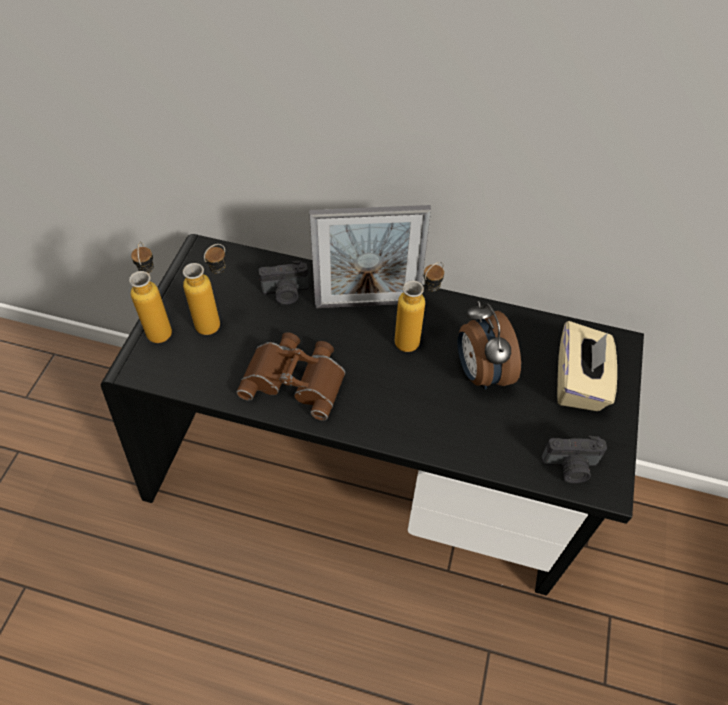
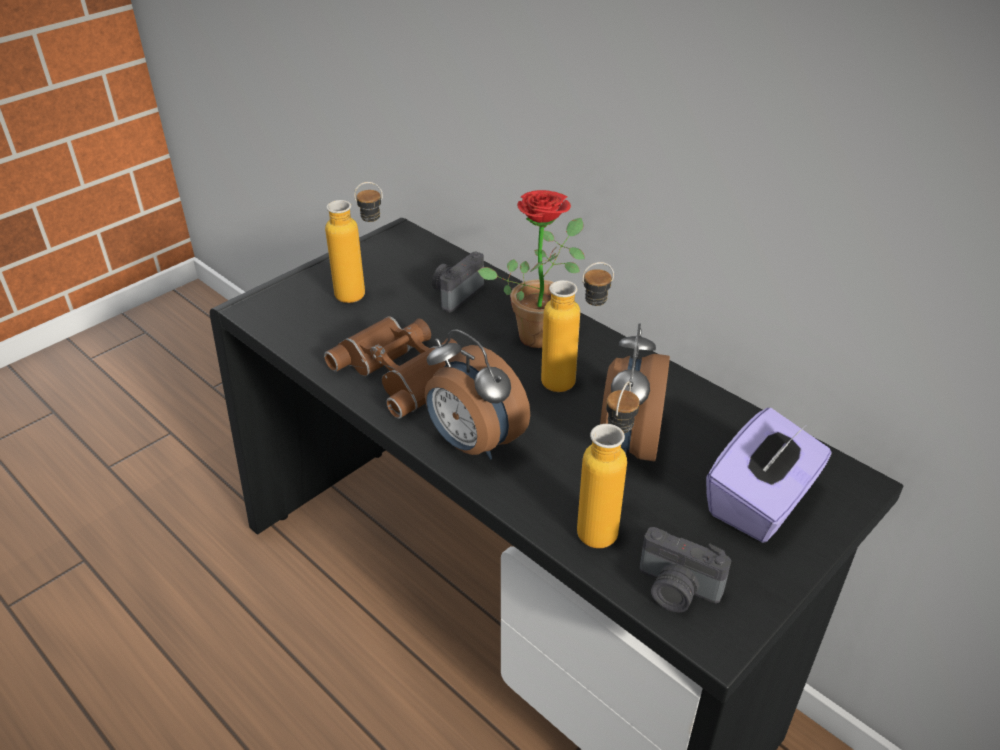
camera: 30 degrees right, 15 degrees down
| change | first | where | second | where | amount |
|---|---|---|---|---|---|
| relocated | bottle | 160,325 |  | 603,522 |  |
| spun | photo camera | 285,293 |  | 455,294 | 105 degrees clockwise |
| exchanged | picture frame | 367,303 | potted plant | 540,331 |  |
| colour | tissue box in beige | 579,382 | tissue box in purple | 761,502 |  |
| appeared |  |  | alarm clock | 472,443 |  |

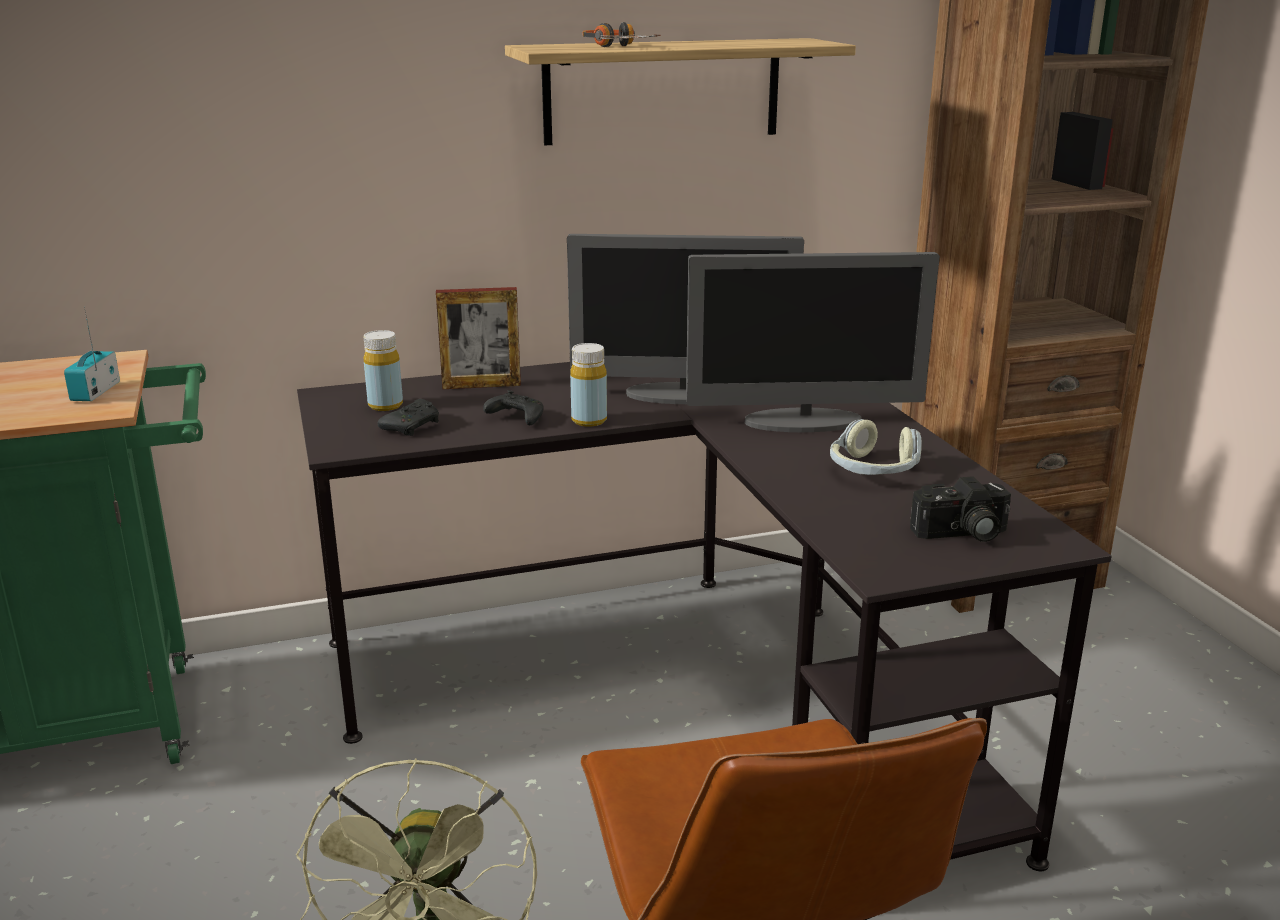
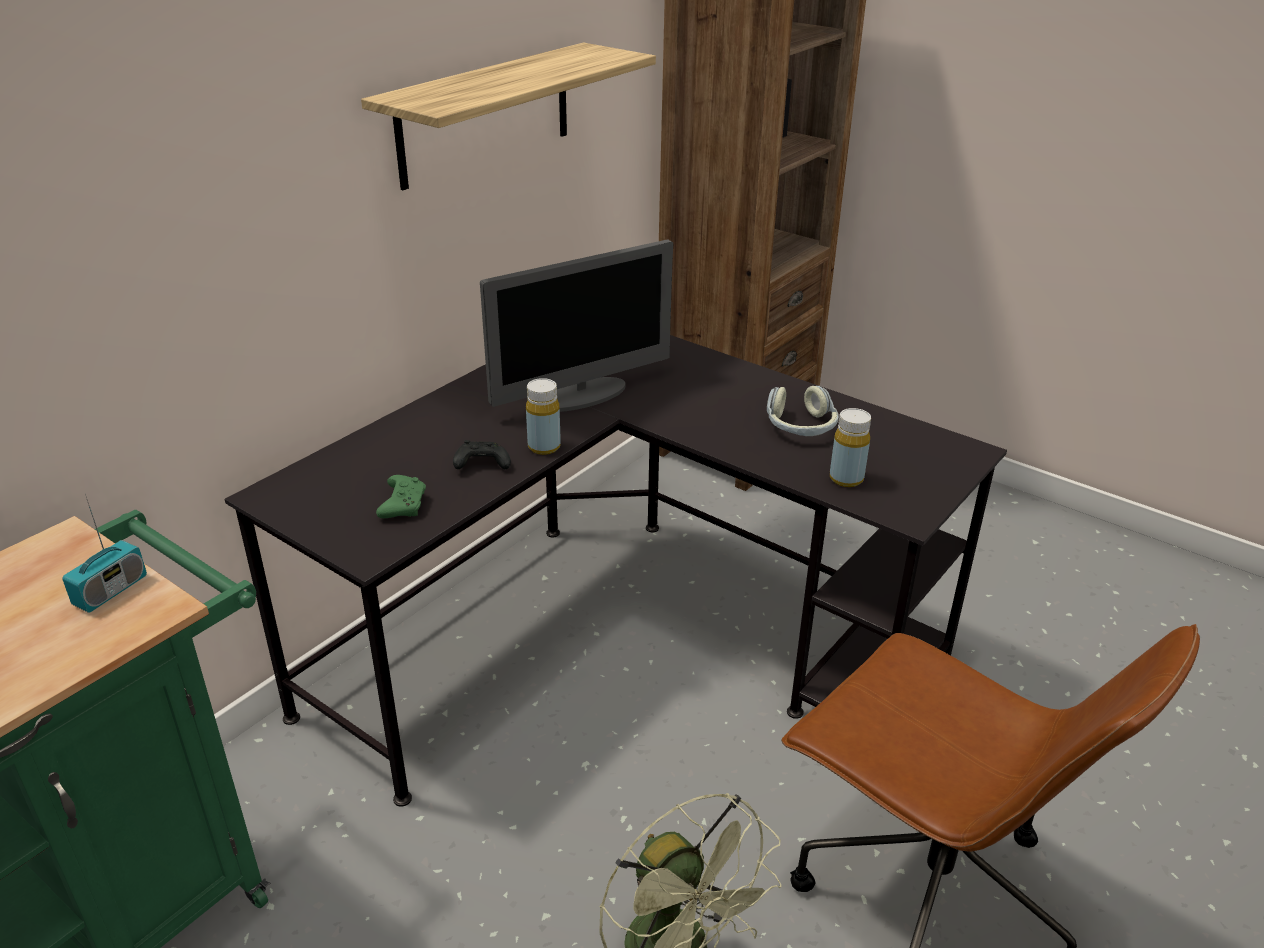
camera: 35 degrees left, 10 degrees up
| change | first | where | second | where | amount |
|---|---|---|---|---|---|
| spun | radio | 95,392 |  | 111,591 | 120 degrees counterclockwise |
| relocated | bottle in yellow | 385,405 |  | 846,479 |  |
| colour | game controller in black | 413,426 | game controller in green | 403,505 |  |
| missing | picture frame | 481,385 |  |  |  |
| missing | headphones | 617,47 |  |  |  |
| missing | monitor | 804,422 |  |  |  |
| missing | photo camera | 962,534 |  |  |  |

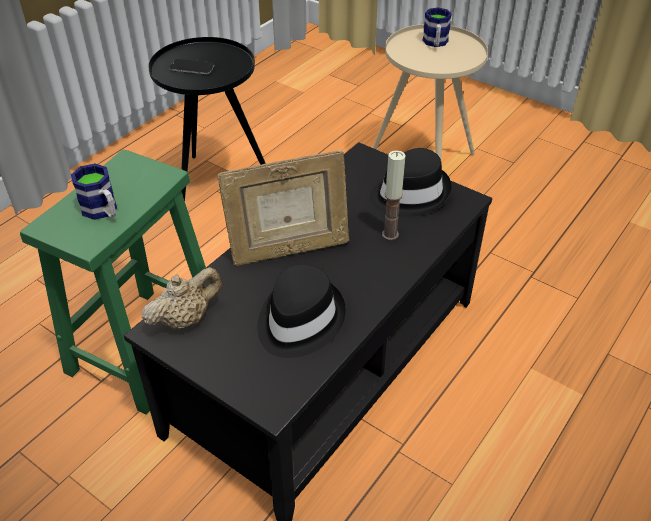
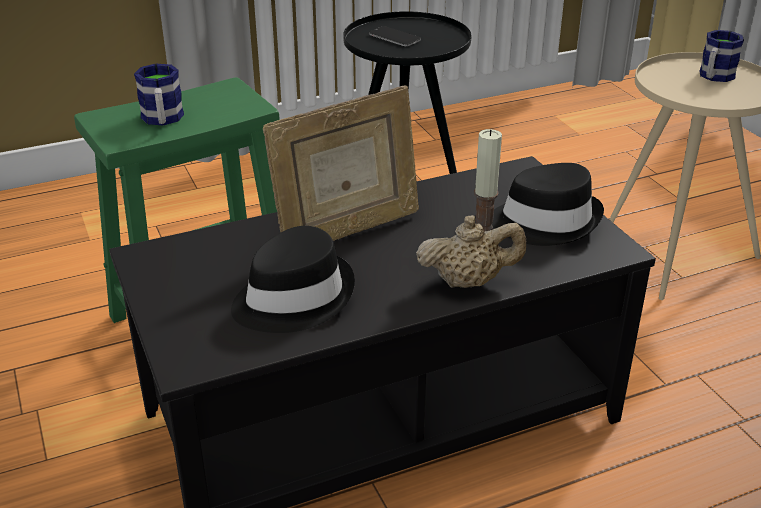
camera: 30 degrees right, 10 degrees down
| change | first | where | second | where | amount |
|---|---|---|---|---|---|
| relocated | teapot in beige | 186,318 |  | 469,282 |  |
| spun | picture frame | 288,250 |  | 347,231 | 45 degrees counterclockwise |

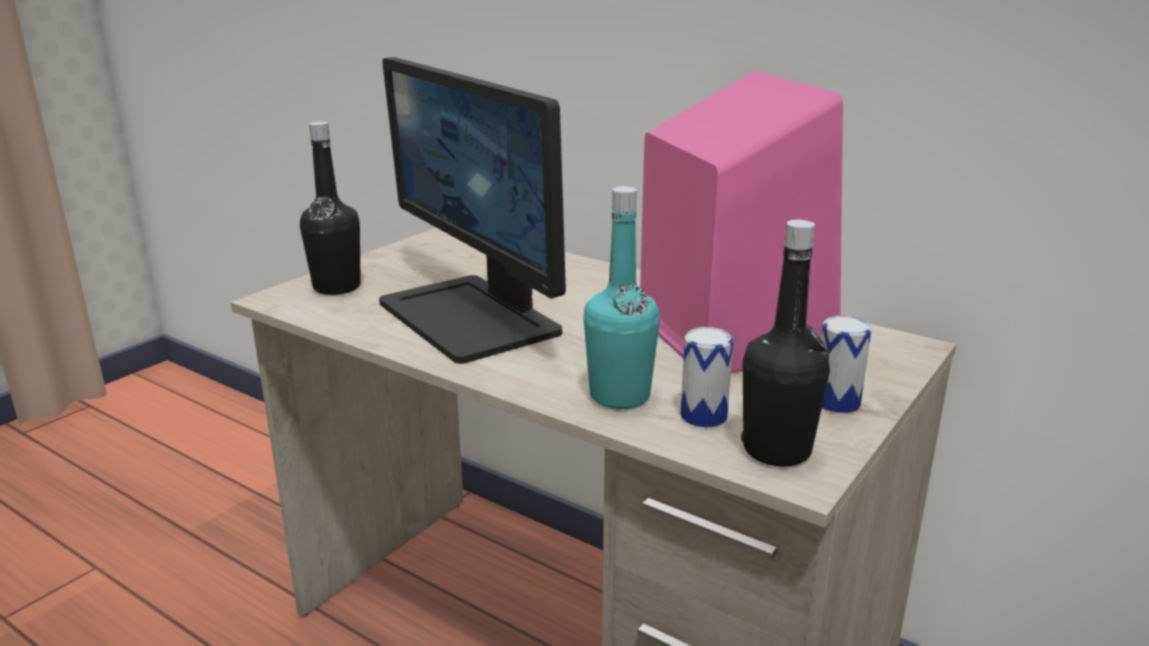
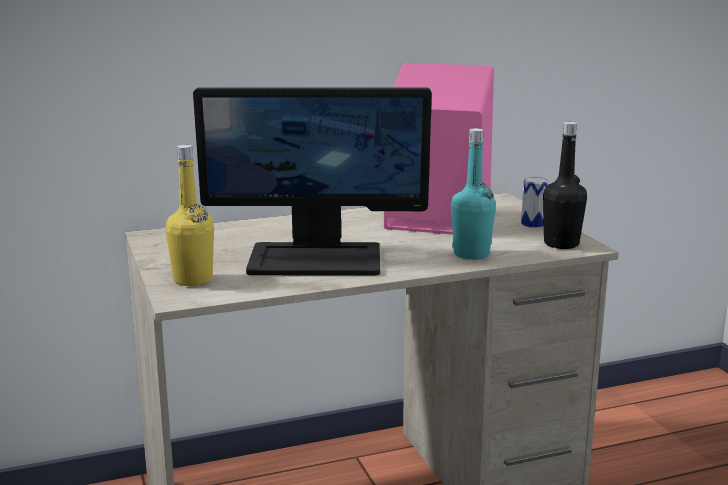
camera: 55 degrees left, 5 degrees down
| change | first | where | second | where | amount |
|---|---|---|---|---|---|
| colour | bottle in black | 337,287 | bottle in yellow | 193,280 |  |
| missing | can | 703,416 |  |  |  |

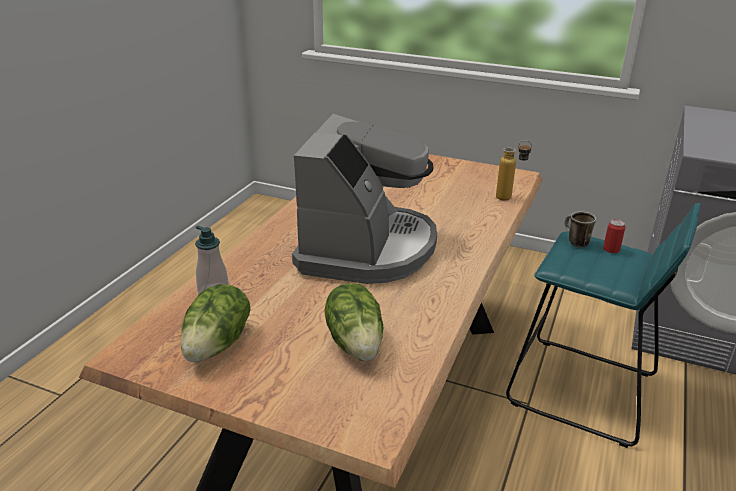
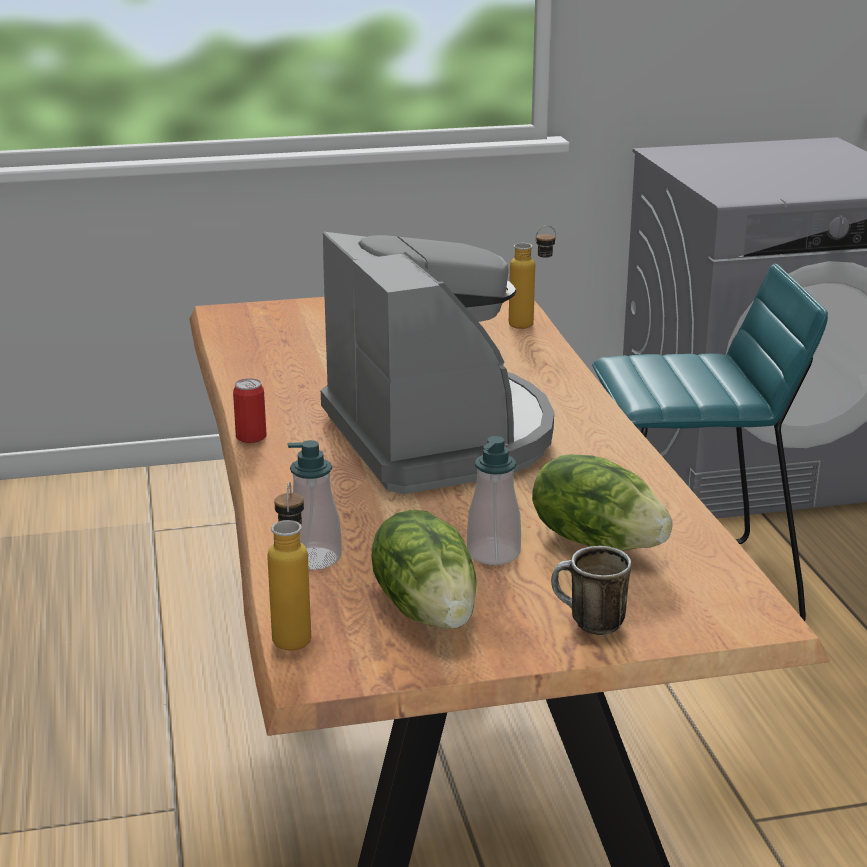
camera: 35 degrees left, 5 degrees down
| change | first | where | second | where | amount |
|---|---|---|---|---|---|
| relocated | mug | 574,242 |  | 587,624 |  |
| relocated | can | 611,249 |  | 251,437 |  |
| appeared |  |  | bottle | 293,632 |  |
| appeared |  |  | soap dispenser | 493,553 |  |

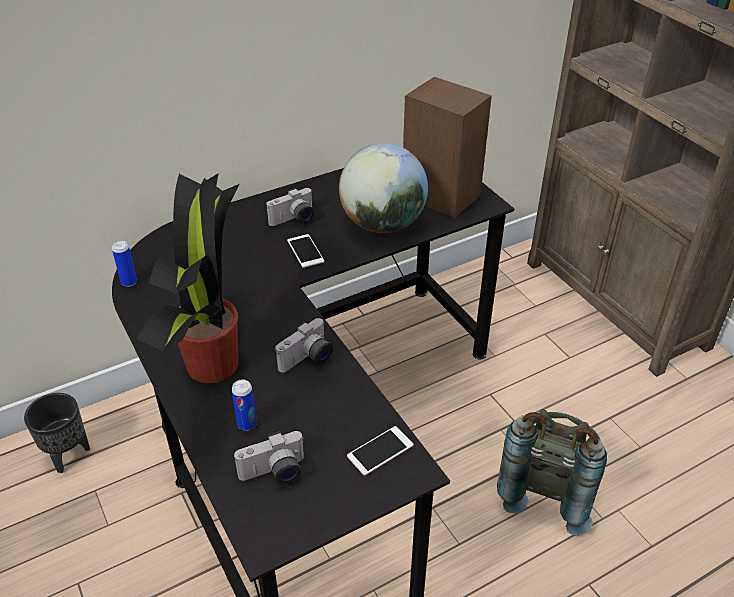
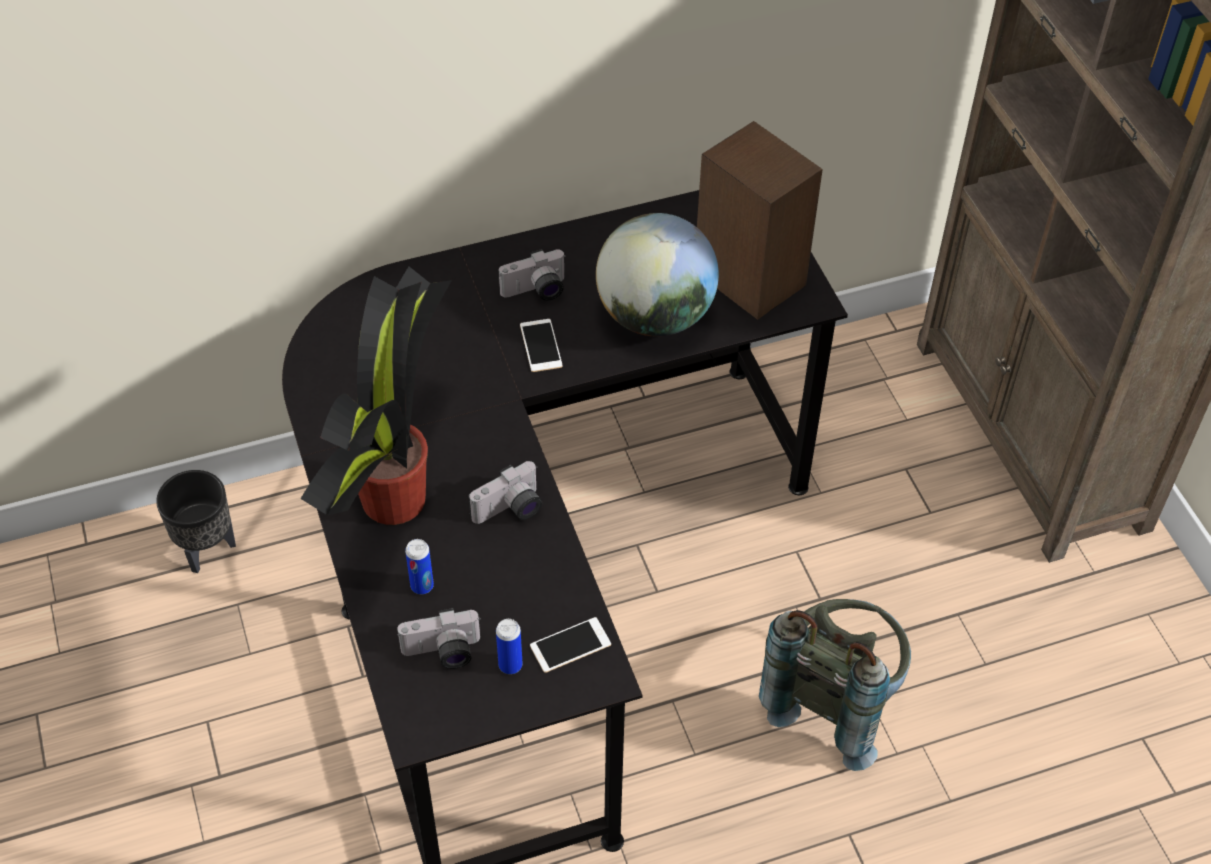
camera: 10 degrees right, 10 degrees up
| change | first | where | second | where | amount |
|---|---|---|---|---|---|
| relocated | can | 129,282 |  | 510,665 |  |

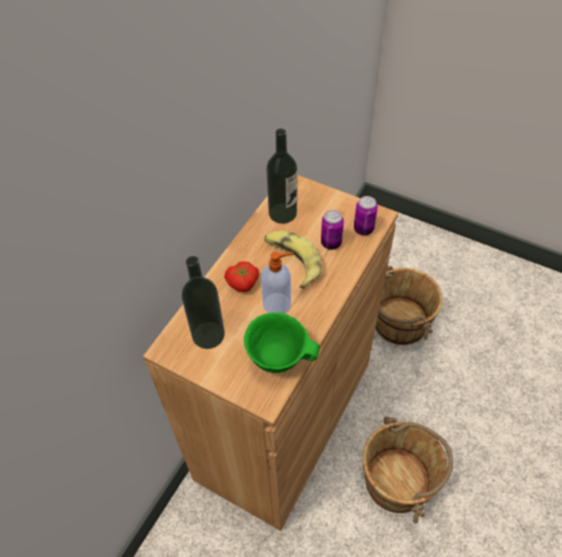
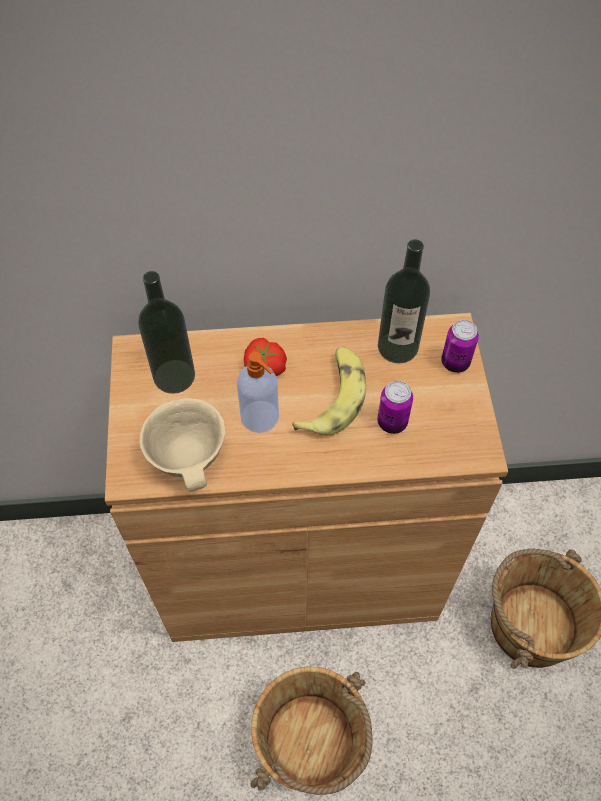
camera: 55 degrees right, 5 degrees up
| change | first | where | second | where | amount |
|---|---|---|---|---|---|
| colour | bowl in green | 278,357 | bowl in beige | 190,458 |  |
| relocated | can | 363,229 |  | 455,362 |  |

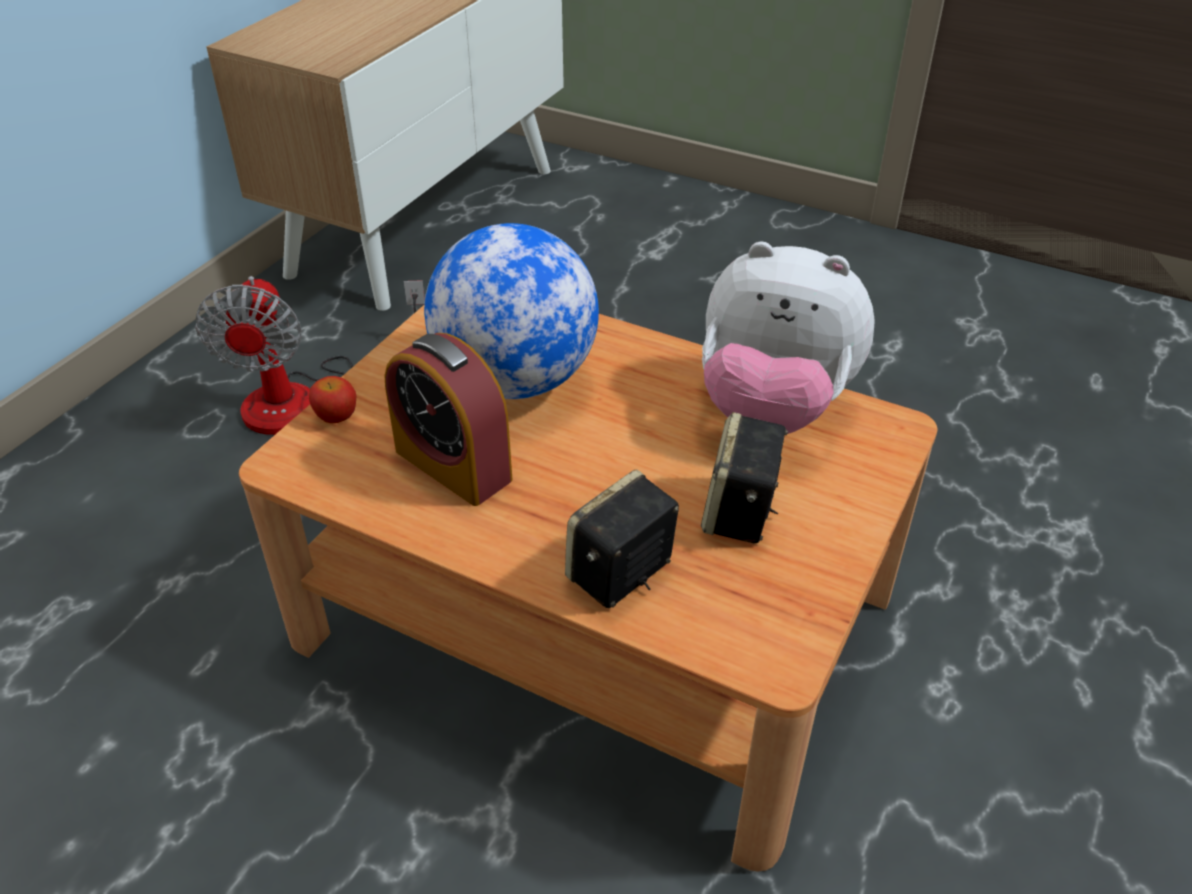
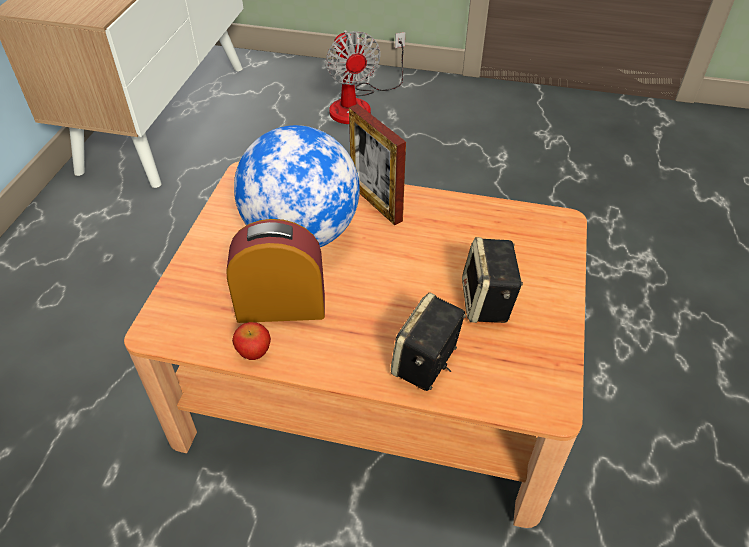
camera: 15 degrees left, 5 degrees up
| change | first | where | second | where | amount |
|---|---|---|---|---|---|
| relocated | fan | 306,398 |  | 359,104 |  |
| relocated | apple | 336,417 |  | 254,352 |  |
| spun | alarm clock | 453,465 |  | 281,306 | 150 degrees clockwise |
| missing | plush toy | 772,410 |  |  |  |
| appeared |  |  | picture frame | 376,203 |  |

